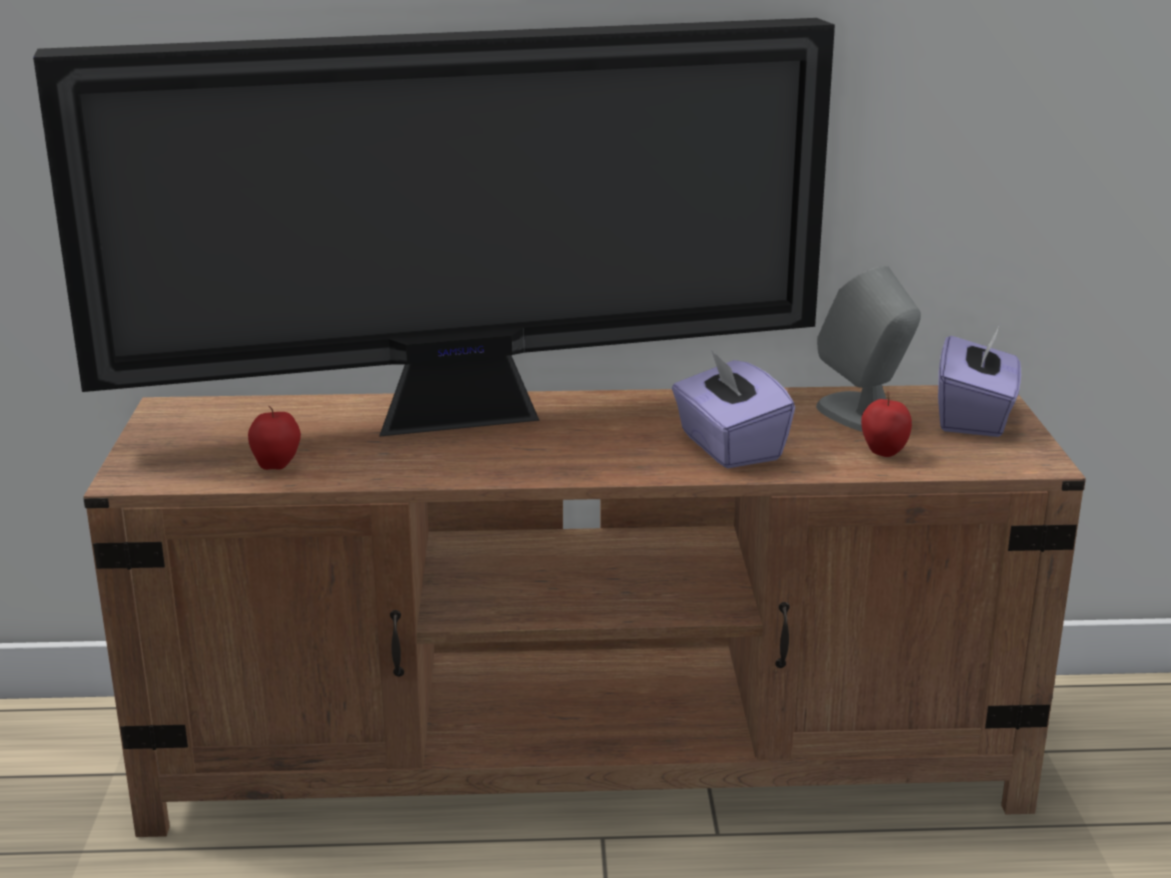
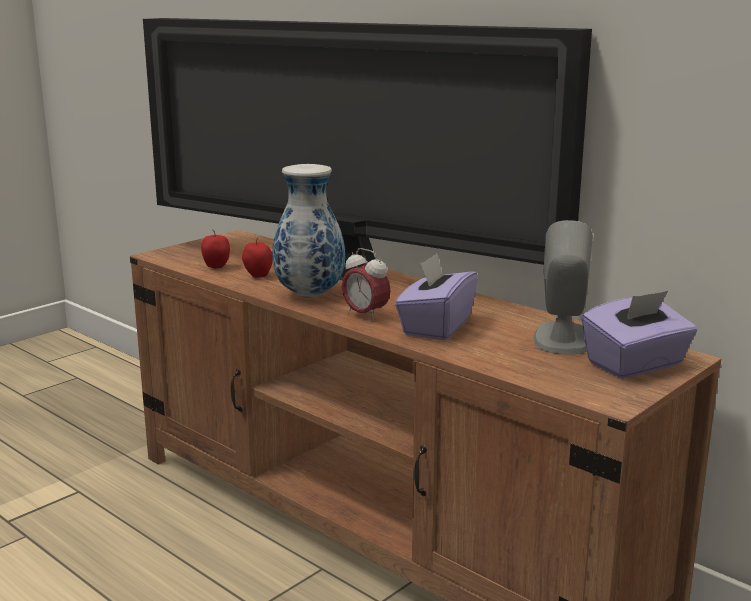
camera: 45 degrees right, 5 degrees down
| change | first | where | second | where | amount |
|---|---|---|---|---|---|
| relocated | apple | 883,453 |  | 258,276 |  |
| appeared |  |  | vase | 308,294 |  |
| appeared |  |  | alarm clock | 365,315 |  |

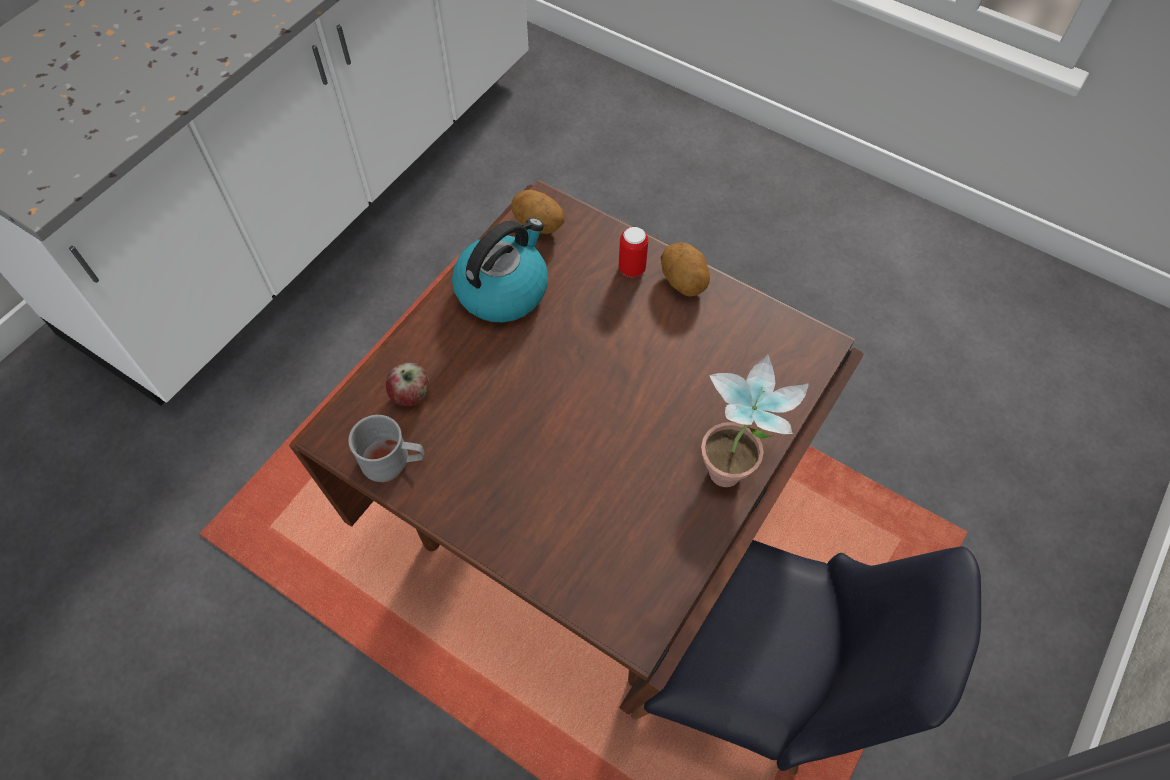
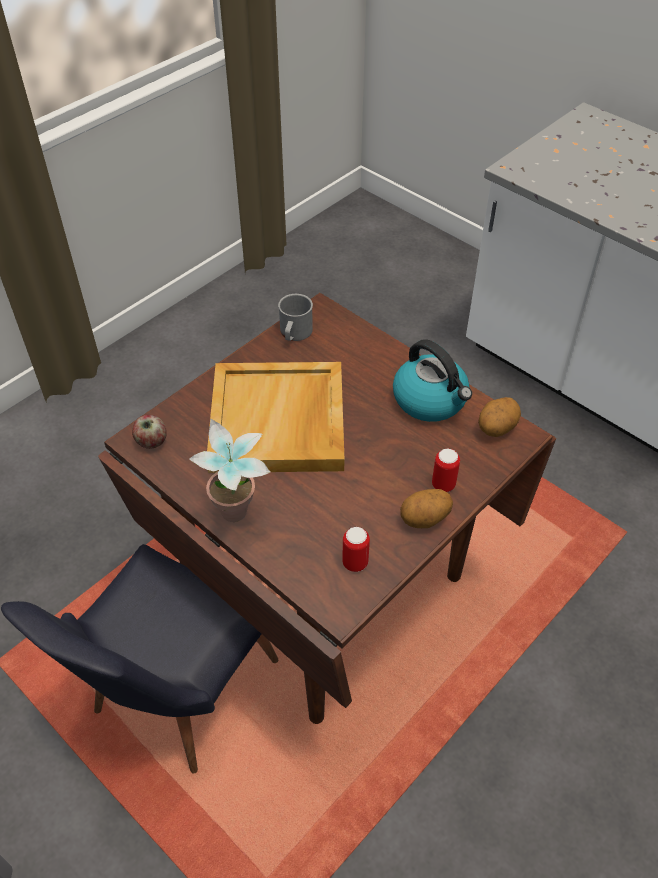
camera: 100 degrees right, 10 degrees down
| change | first | where | second | where | amount |
|---|---|---|---|---|---|
| relocated | apple | 411,395 |  | 151,442 |  |
| appeared |  |  | tray in beige | 279,422 |  |
| appeared |  |  | can | 355,563 |  |

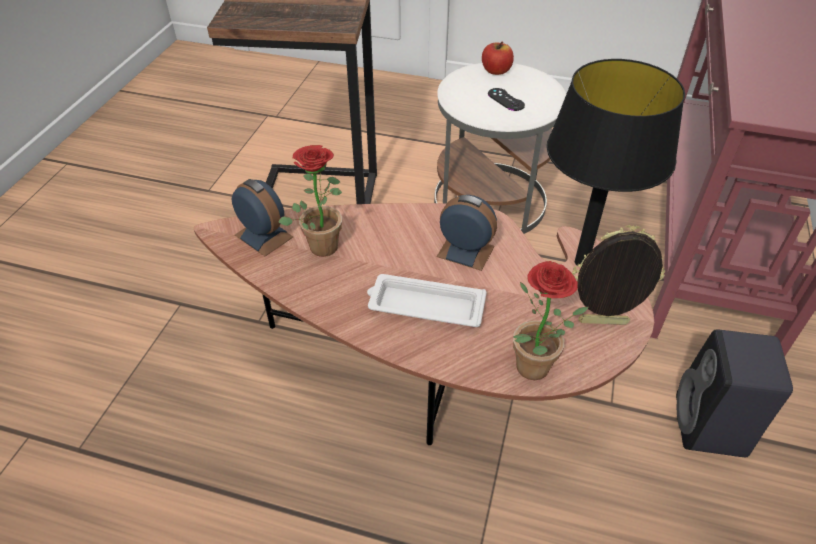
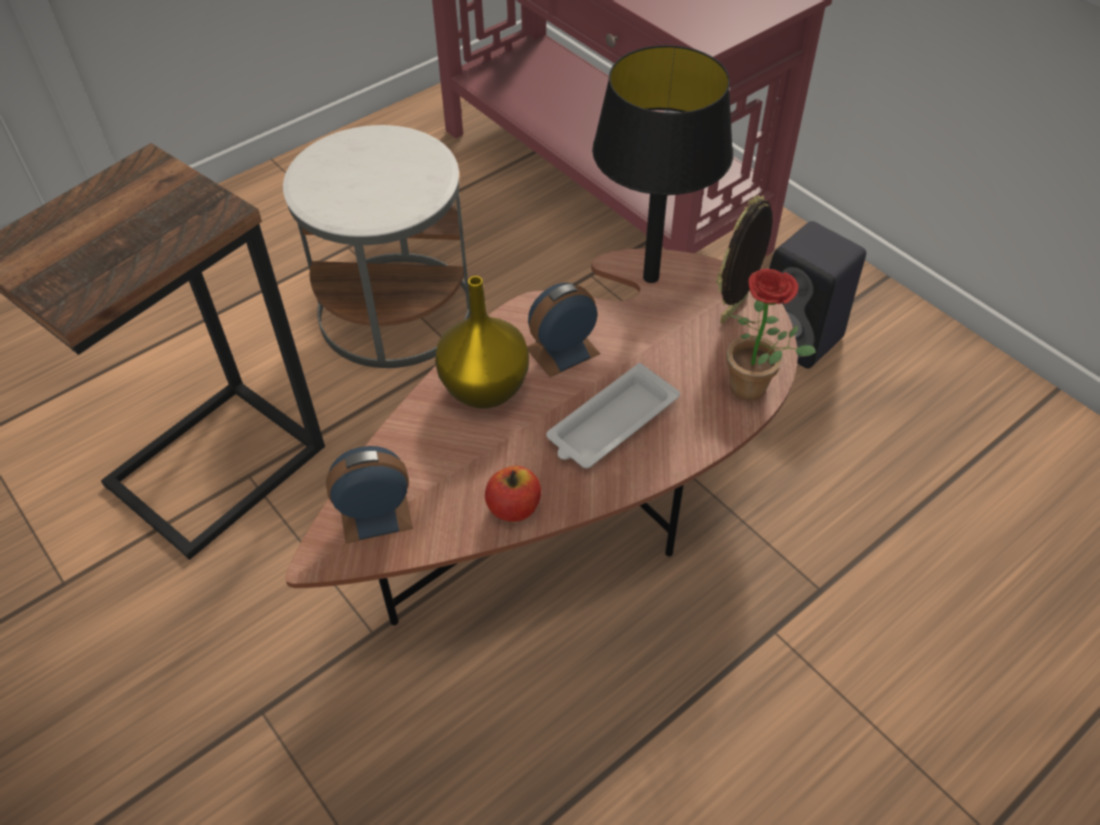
camera: 55 degrees left, 5 degrees up
| change | first | where | second | where | amount |
|---|---|---|---|---|---|
| missing | potted plant | 322,242 |  |  |  |
| relocated | apple | 496,71 |  | 514,508 |  |
| missing | game controller in black | 506,99 |  |  |  |
| appeared |  |  | vase in yellow | 485,387 |  |

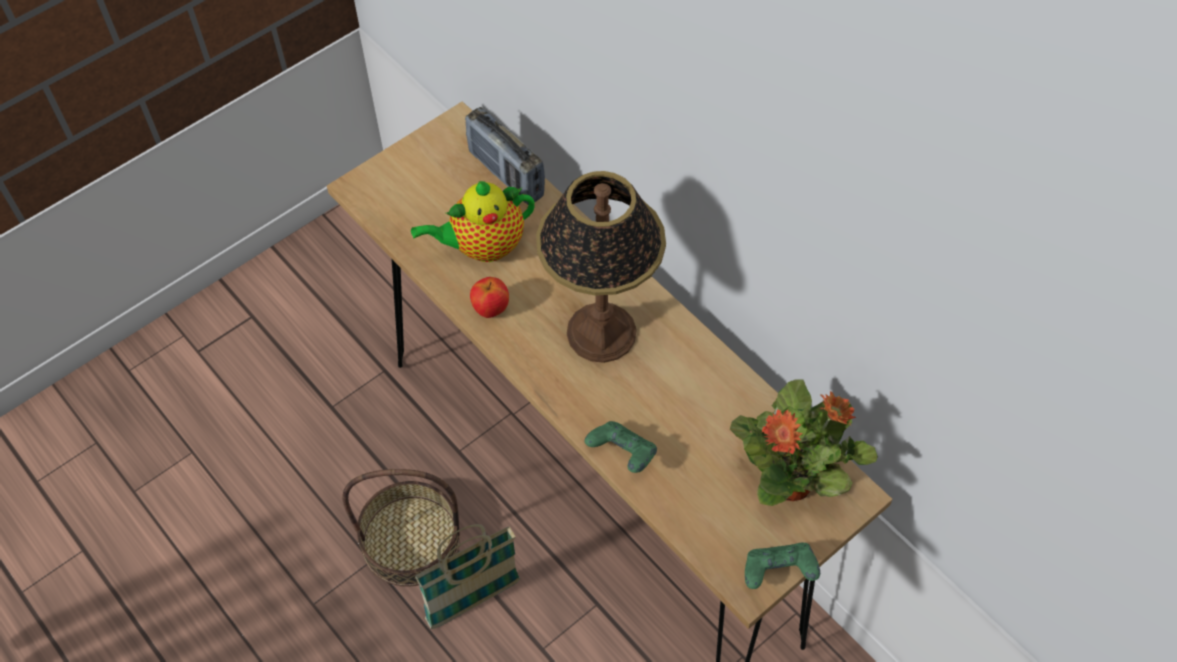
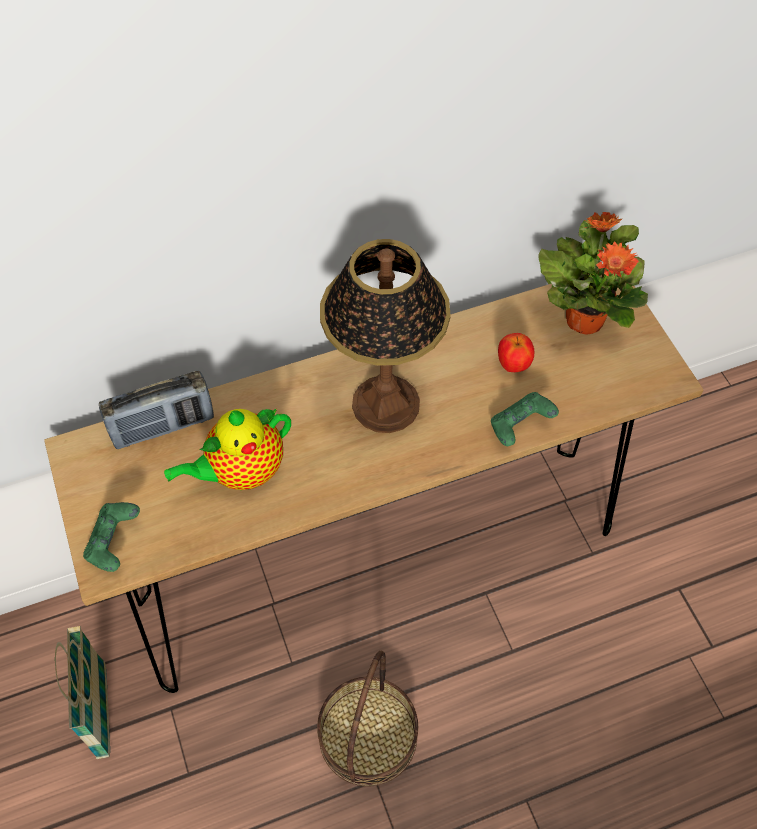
camera: 70 degrees left, 0 degrees up
| change | first | where | second | where | amount |
|---|---|---|---|---|---|
| spun | teapot | 483,247 |  | 242,472 | 60 degrees clockwise |
| relocated | basket | 473,601 |  | 102,710 |  |
| relocated | apple | 491,309 |  | 513,365 |  |
| relocated | game controller in green | 778,573 |  | 115,543 |  |

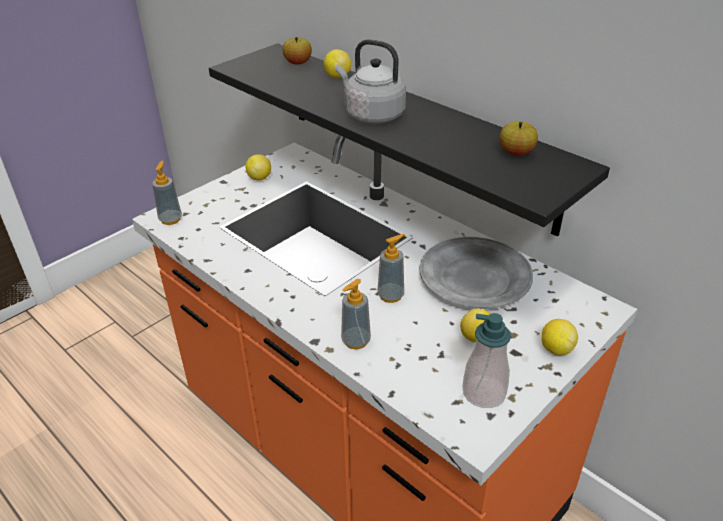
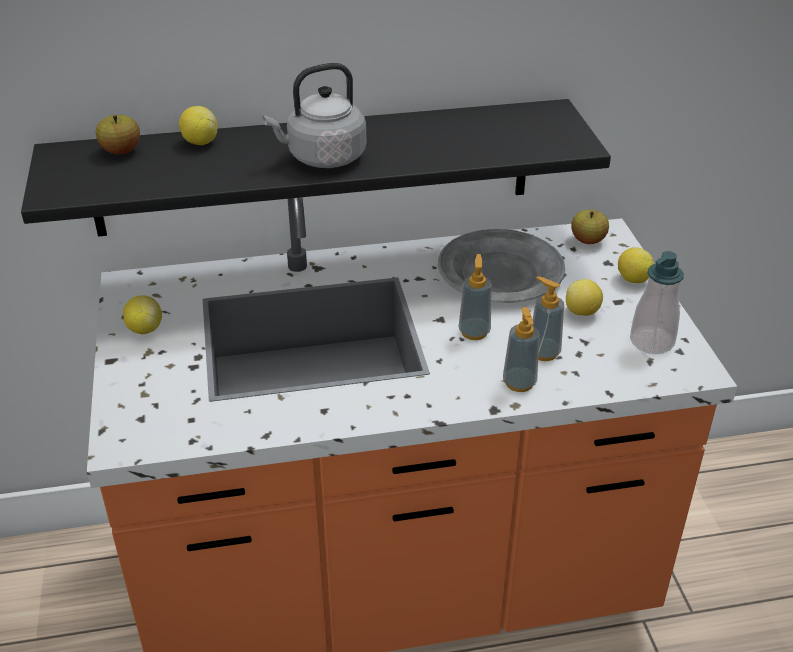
camera: 55 degrees left, 0 degrees up
| change | first | where | second | where | amount |
|---|---|---|---|---|---|
| relocated | soap dispenser | 170,219 |  | 543,352 |  |
| relocated | apple | 516,153 |  | 588,240 |  |

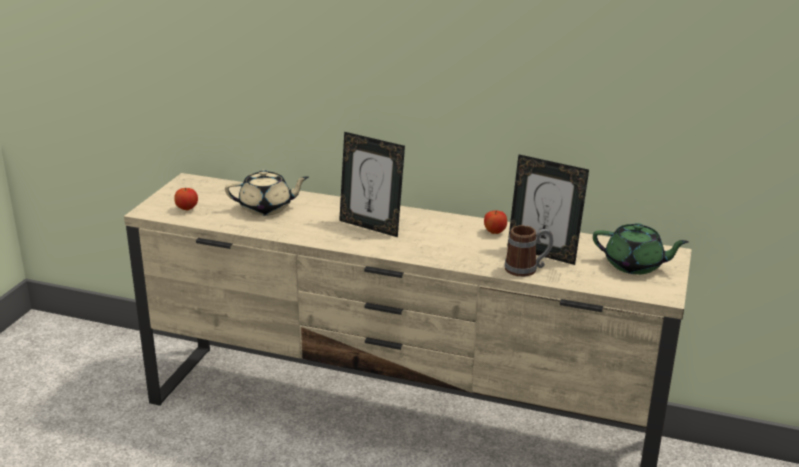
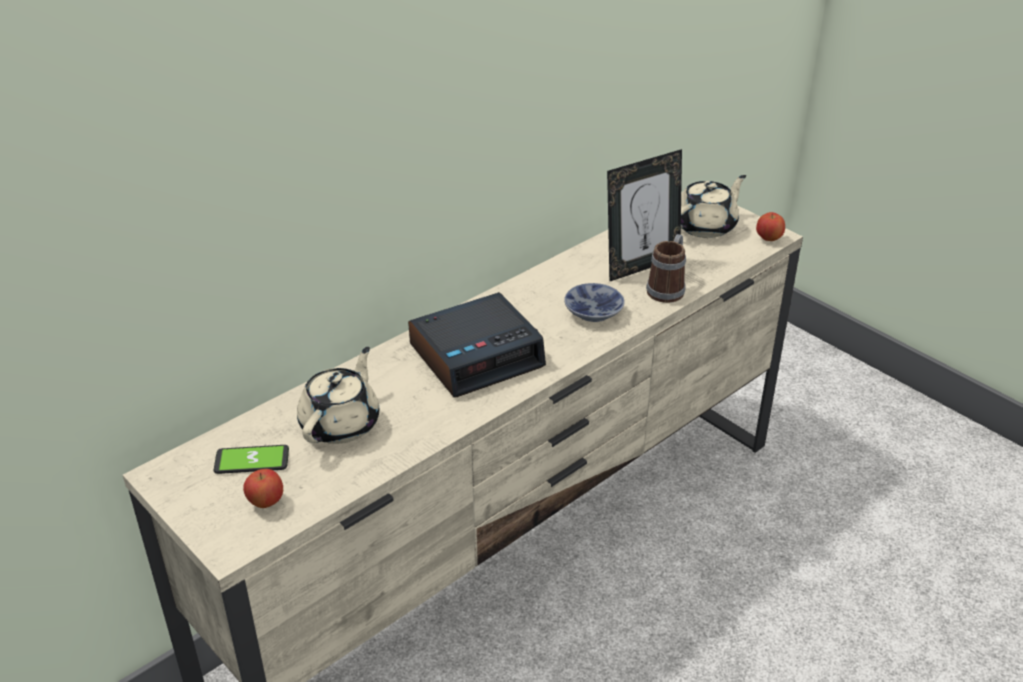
camera: 60 degrees left, 10 degrees up
| change | first | where | second | where | amount |
|---|---|---|---|---|---|
| exchanged | picture frame | 371,226 | alarm clock | 477,355 |  |
| relocated | apple | 494,232 |  | 768,239 |  |
| colour | teapot in green | 634,265 | teapot in beige | 706,226 |  |
| appeared |  |  | phone | 252,460 |  |
| appeared |  |  | bowl | 594,313 |  |

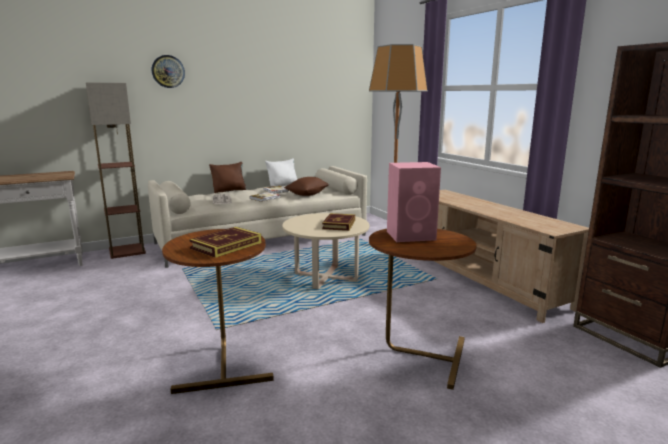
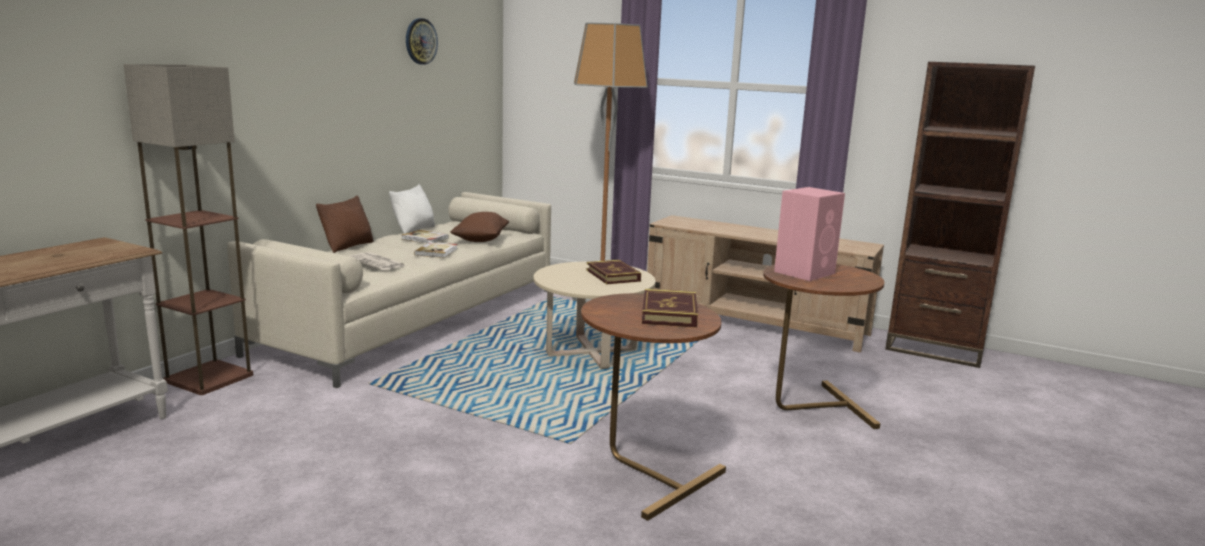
camera: 35 degrees left, 0 degrees up
| change | first | where | second | where | amount |
|---|---|---|---|---|---|
| relocated | wall clock | 168,71 |  | 420,41 |  |

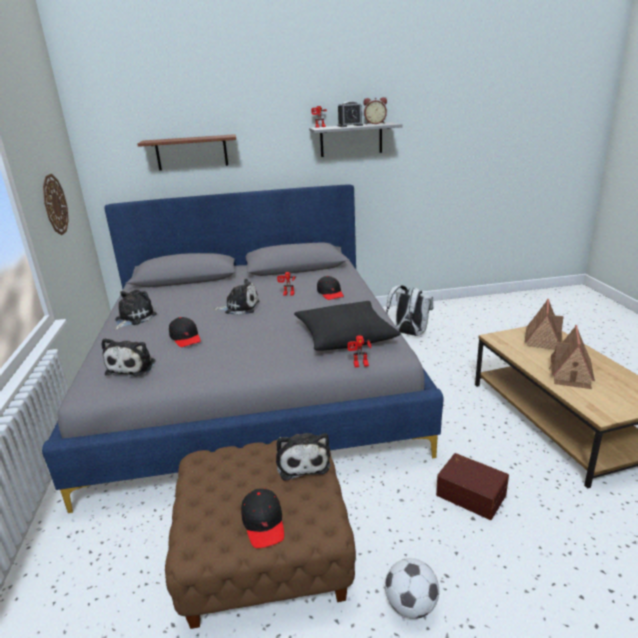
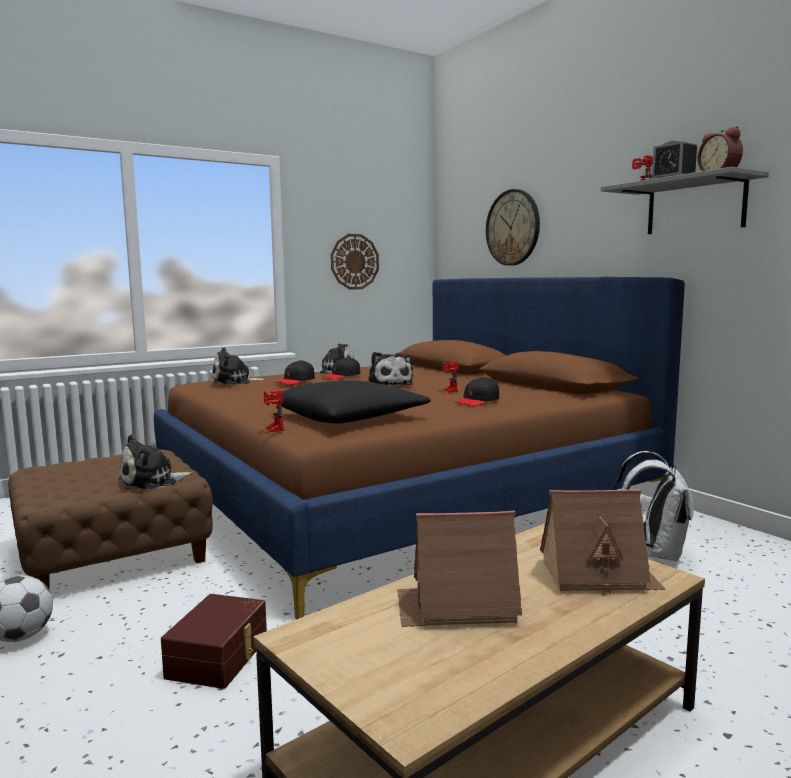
camera: 65 degrees right, 15 degrees down
| change | first | where | second | where | amount |
|---|---|---|---|---|---|
| colour | bed in grey | 252,382 | bed in brown | 397,491 |  |
| exchanged | shelf in brown | 191,152 | wall clock | 513,227 |  |
| relocated | cap in black | 264,523 |  | 342,376 |  |

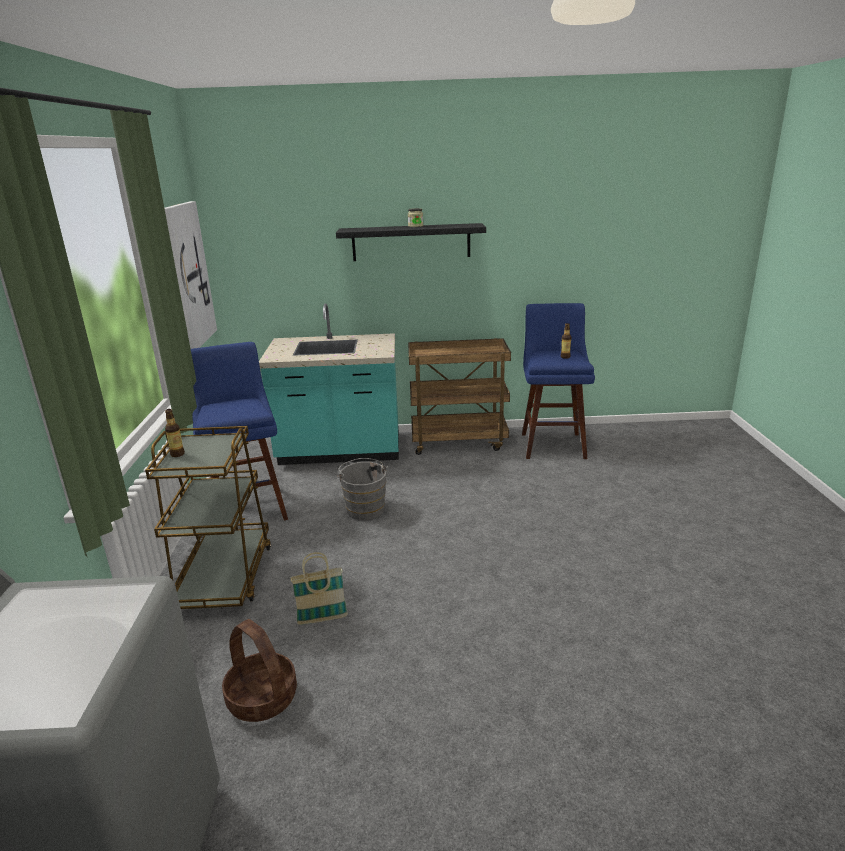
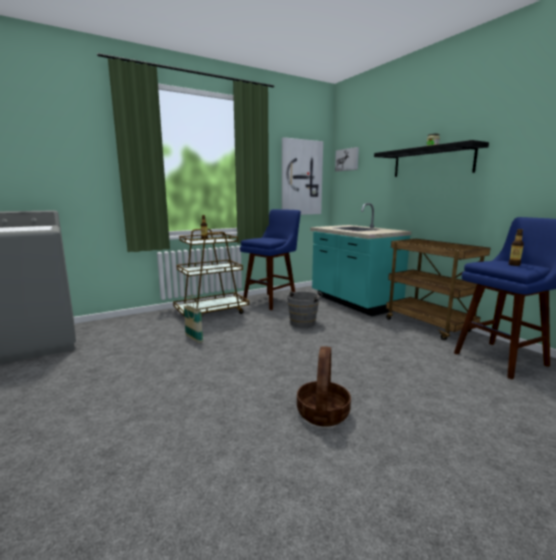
camera: 60 degrees right, 10 degrees down
| change | first | where | second | where | amount |
|---|---|---|---|---|---|
| relocated | basket | 263,698 |  | 323,413 |  |
| appeared |  |  | picture | 347,159 |  |

